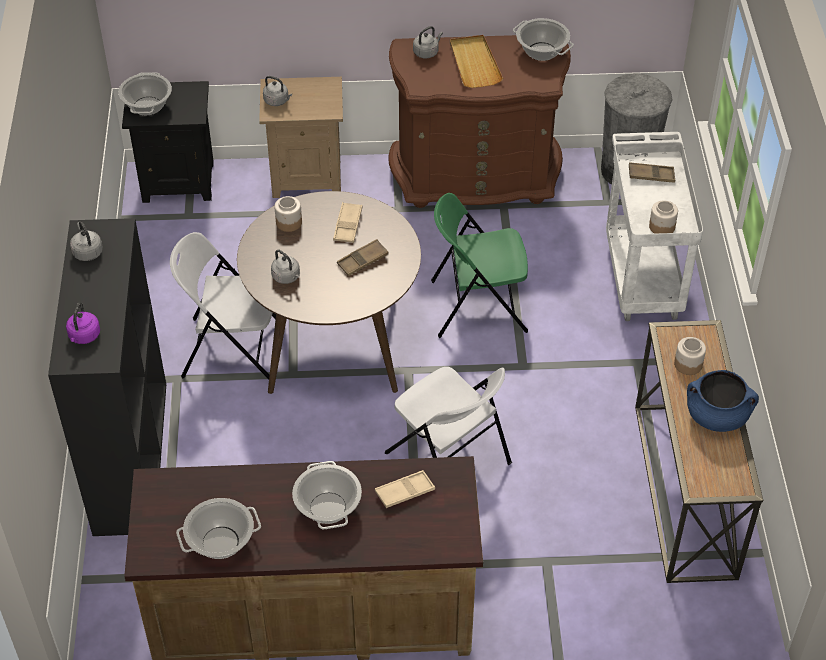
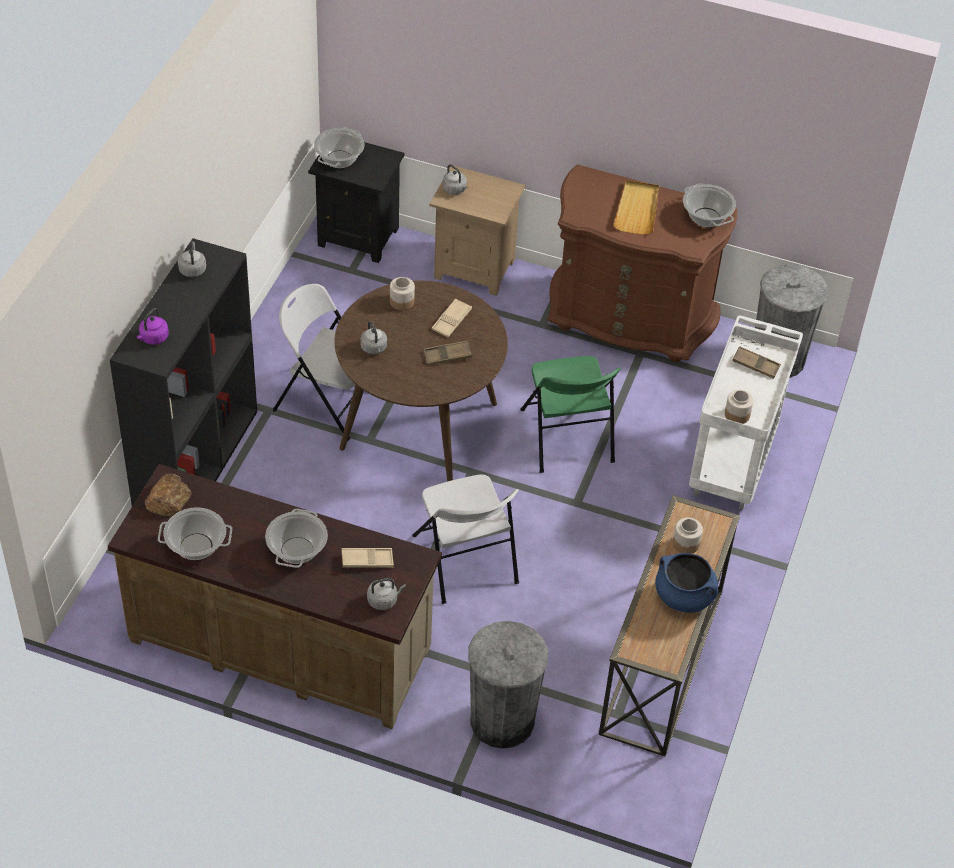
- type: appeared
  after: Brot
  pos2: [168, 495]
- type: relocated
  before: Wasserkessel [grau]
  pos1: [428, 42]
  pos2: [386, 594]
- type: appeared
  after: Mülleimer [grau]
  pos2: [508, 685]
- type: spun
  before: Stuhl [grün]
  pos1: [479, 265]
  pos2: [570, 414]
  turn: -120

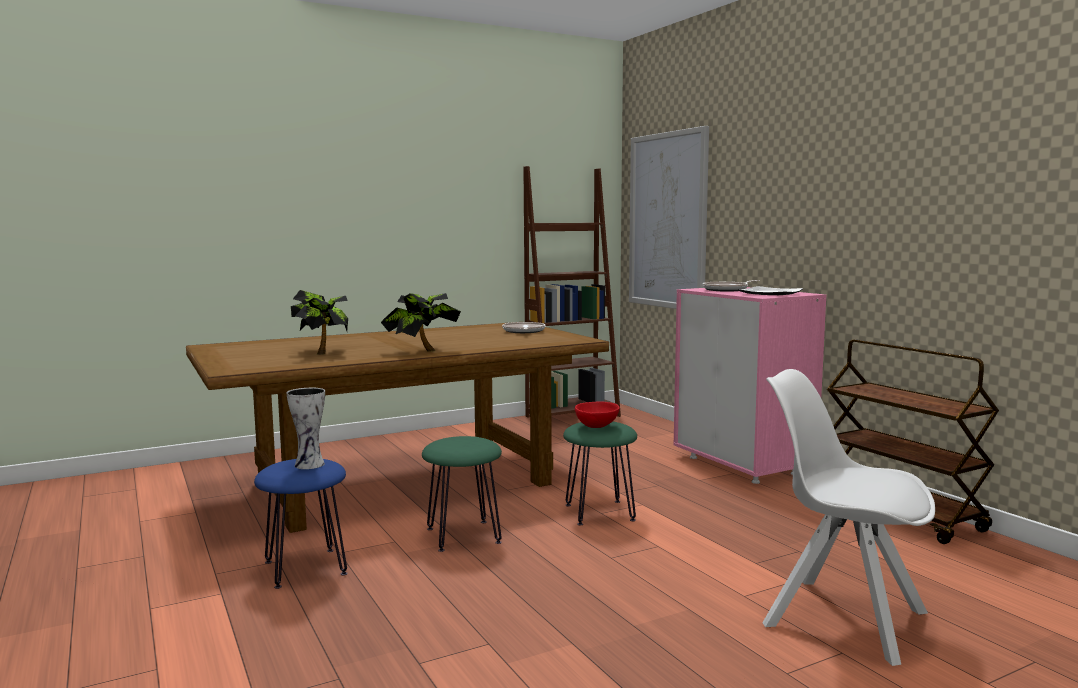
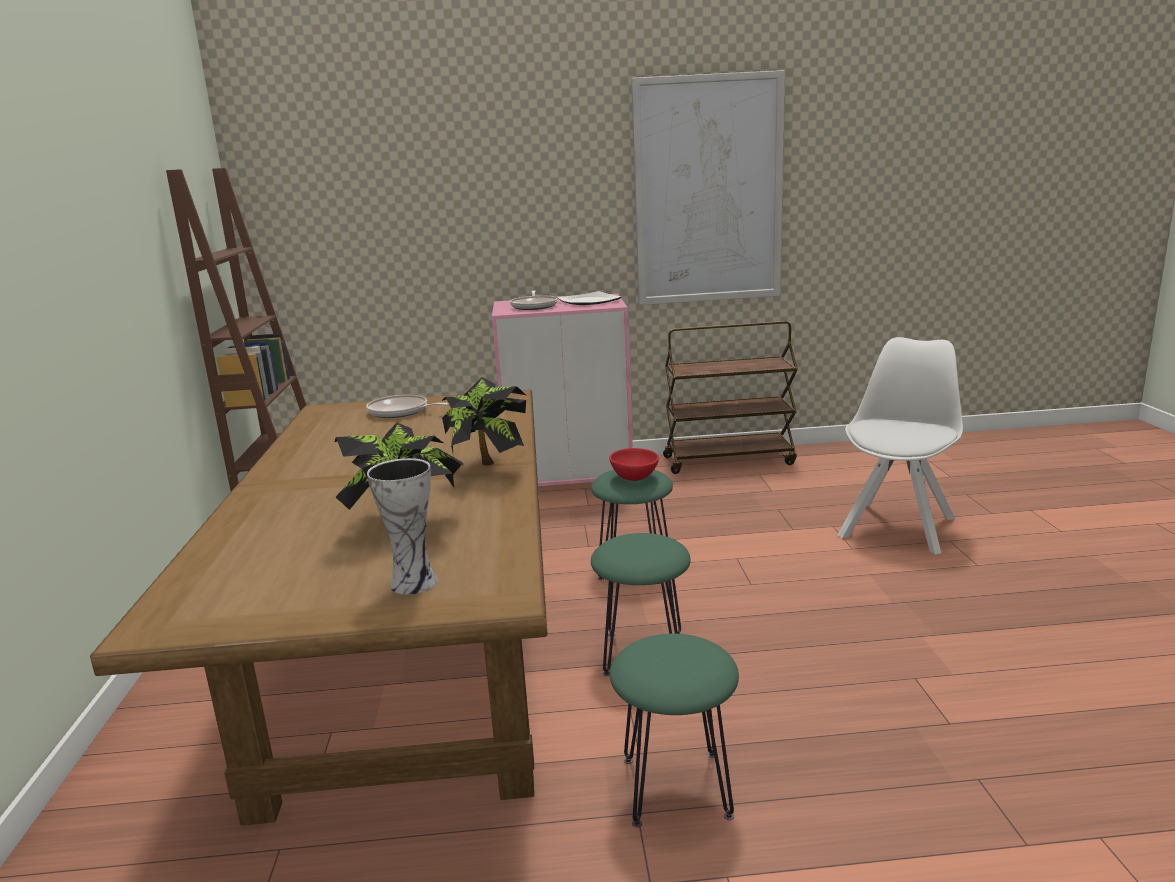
- type: relocated
  before: Vase
  pos1: [306, 428]
  pos2: [402, 526]
- type: colour
  before: Hocker [blau]
  after: Hocker [grün]
  pos1: [300, 524]
  pos2: [674, 730]
- type: relocated
  before: Bild
  pos1: [669, 217]
  pos2: [708, 187]
- type: spun
  before: Stuhl [weiß]
  pos1: [848, 517]
  pos2: [900, 446]
  turn: 150

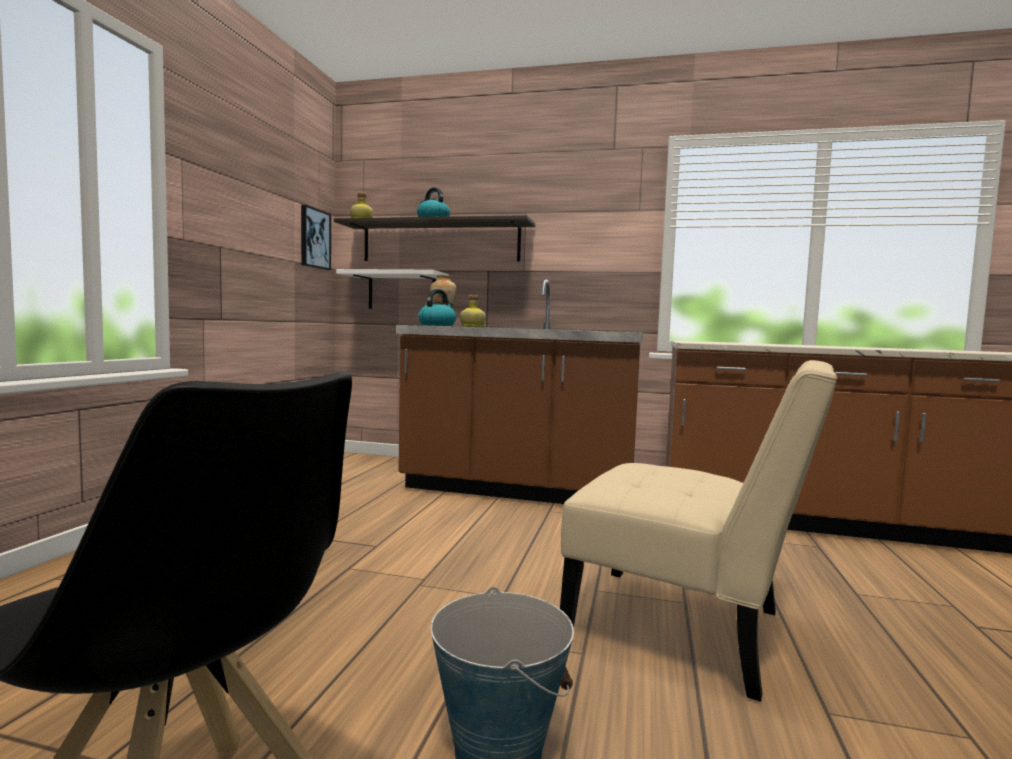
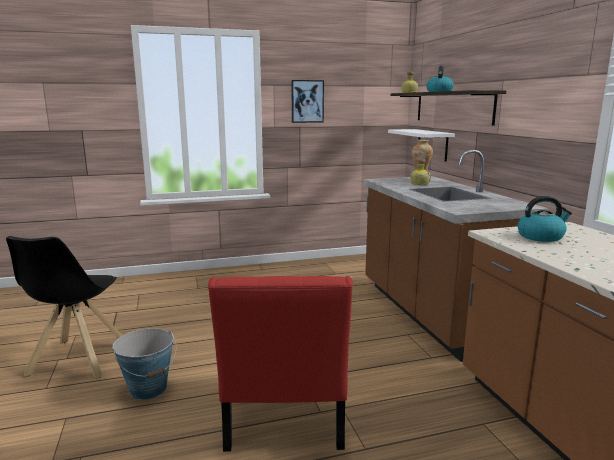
- type: colour
  before: Stuhl [beige]
  after: Stuhl [rot]
  pos1: [699, 531]
  pos2: [280, 364]
- type: relocated
  before: Bild
  pos1: [316, 237]
  pos2: [307, 101]
- type: relocated
  before: Wasserkessel
  pos1: [437, 307]
  pos2: [545, 219]

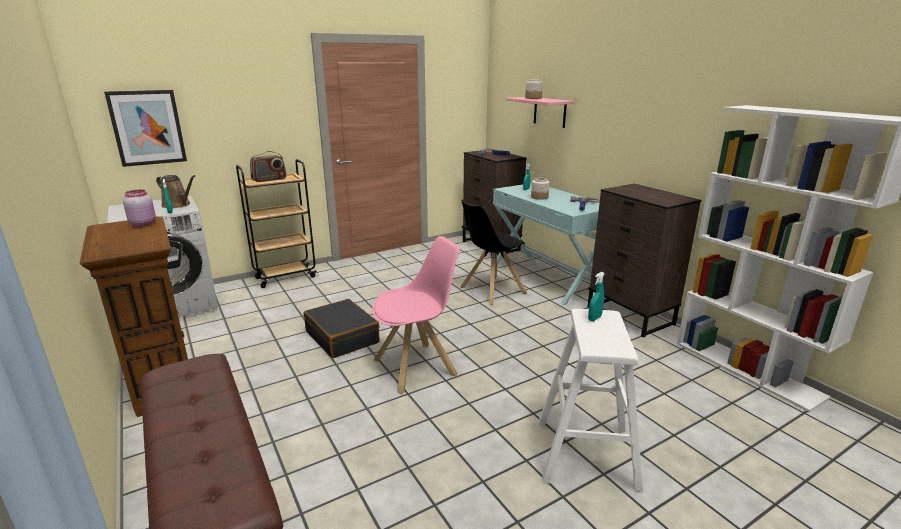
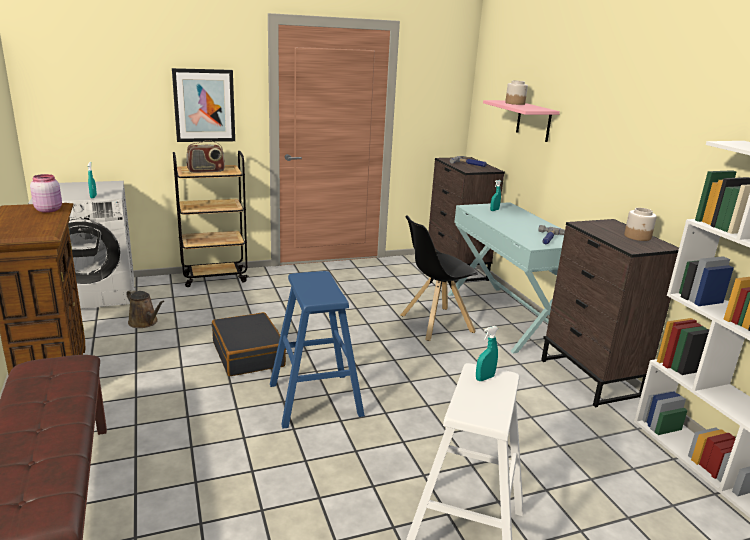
- type: relocated
  before: Gießkanne [braun]
  pos1: [175, 191]
  pos2: [145, 308]
- type: relocated
  before: Bild
  pos1: [145, 128]
  pos2: [203, 105]
- type: exchanged
  before: Stuhl [rosa]
  after: Hocker [blau]
  pos1: [416, 315]
  pos2: [317, 350]
- type: relocated
  before: Vorratsglas
  pos1: [540, 189]
  pos2: [640, 224]

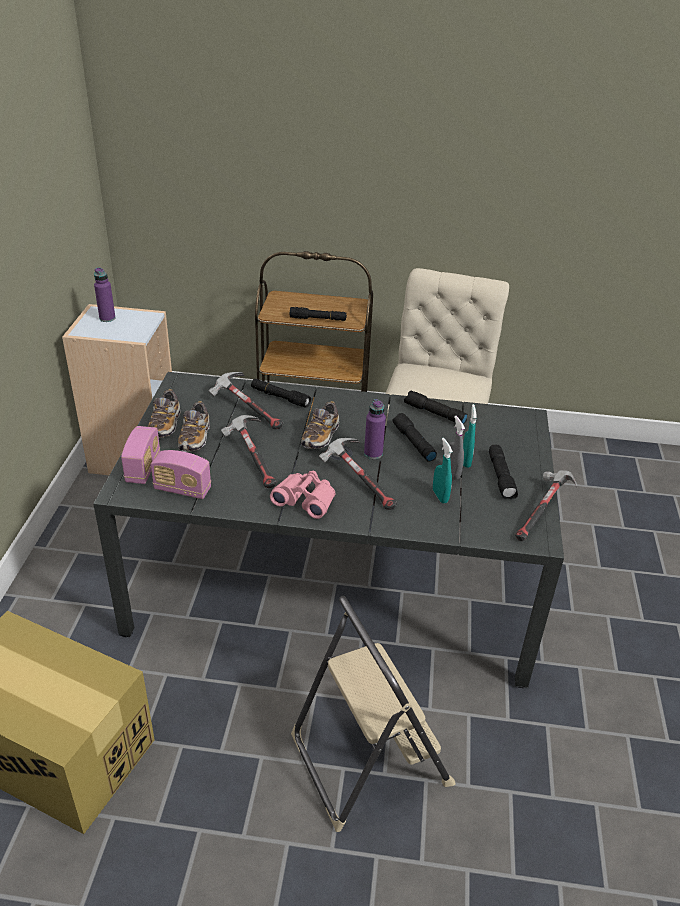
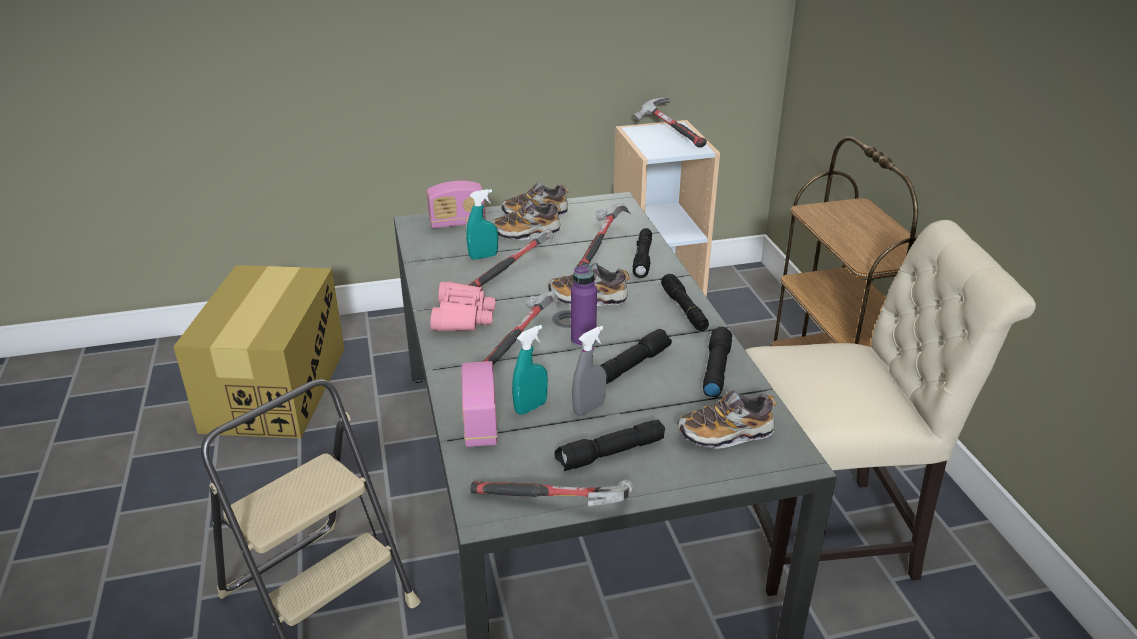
- type: relocated
  before: Radio
  pos1: [181, 474]
  pos2: [480, 404]
- type: relocated
  before: Sprühflasche [türkis]
  pos1: [470, 436]
  pos2: [482, 224]
- type: exchanged
  before: Flasche [lila]
  after: Hammer
  pos1: [105, 294]
  pos2: [670, 122]
- type: relocated
  before: Taschenlampe [schwarz]
  pos1: [318, 314]
  pos2: [685, 302]
- type: appeared
  after: Schuh
  pos2: [727, 419]

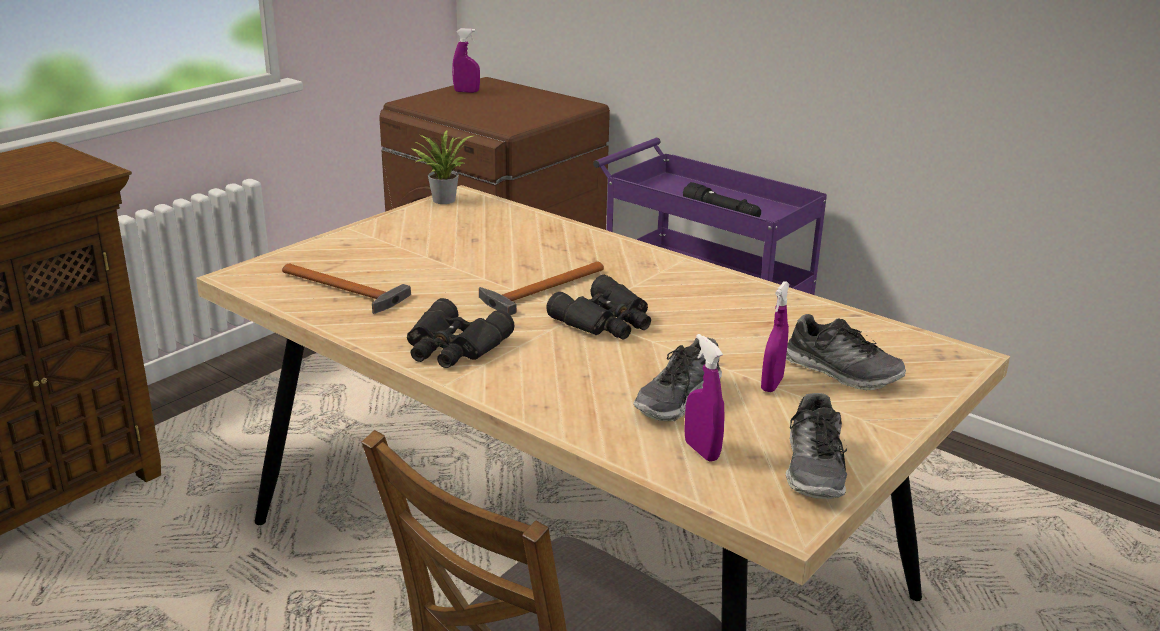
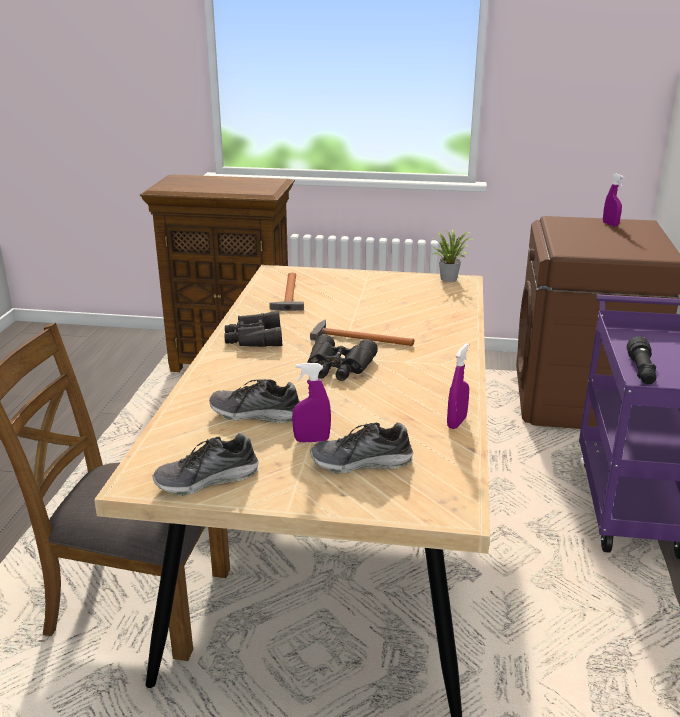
- type: spun
  before: Schuh
  pos1: [846, 352]
  pos2: [361, 447]
  turn: 75
- type: relocated
  before: Sprühflasche [lila]
  pos1: [704, 398]
  pos2: [458, 386]

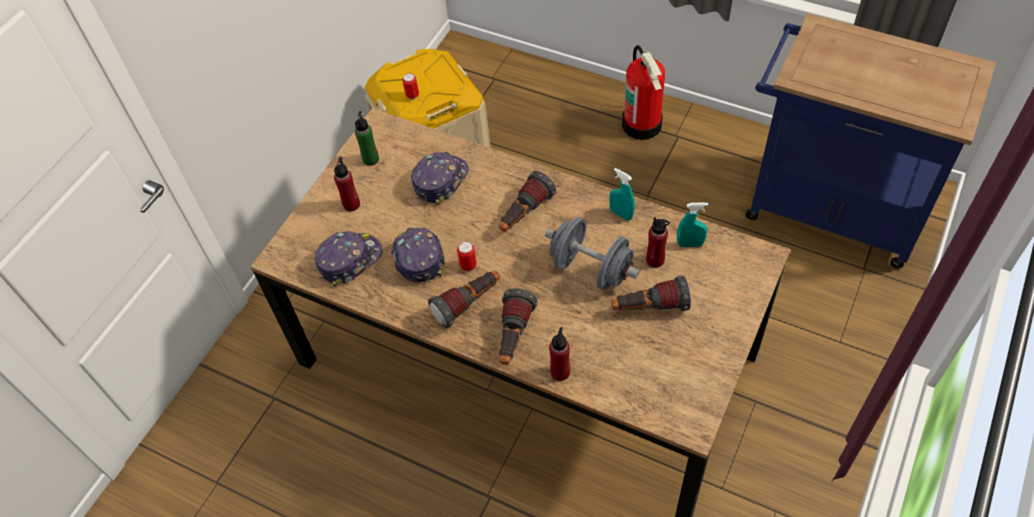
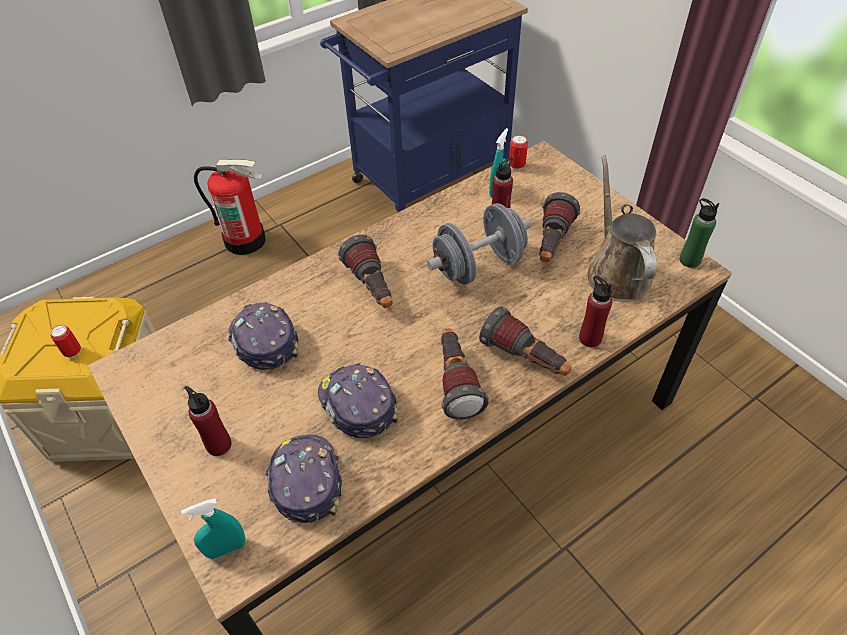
- type: relocated
  before: Sprühflasche [türkis]
  pos1: [622, 194]
  pos2: [213, 528]
- type: spun
  before: Kappe
  pos1: [418, 255]
  pos2: [358, 400]
  turn: 45
- type: relocated
  before: Dose
  pos1: [467, 256]
  pos2: [518, 152]
- type: appeared
  after: Gießkanne [braun]
  pos2: [622, 228]
- type: relocated
  before: Flasche [grün]
  pos1: [367, 138]
  pos2: [699, 233]

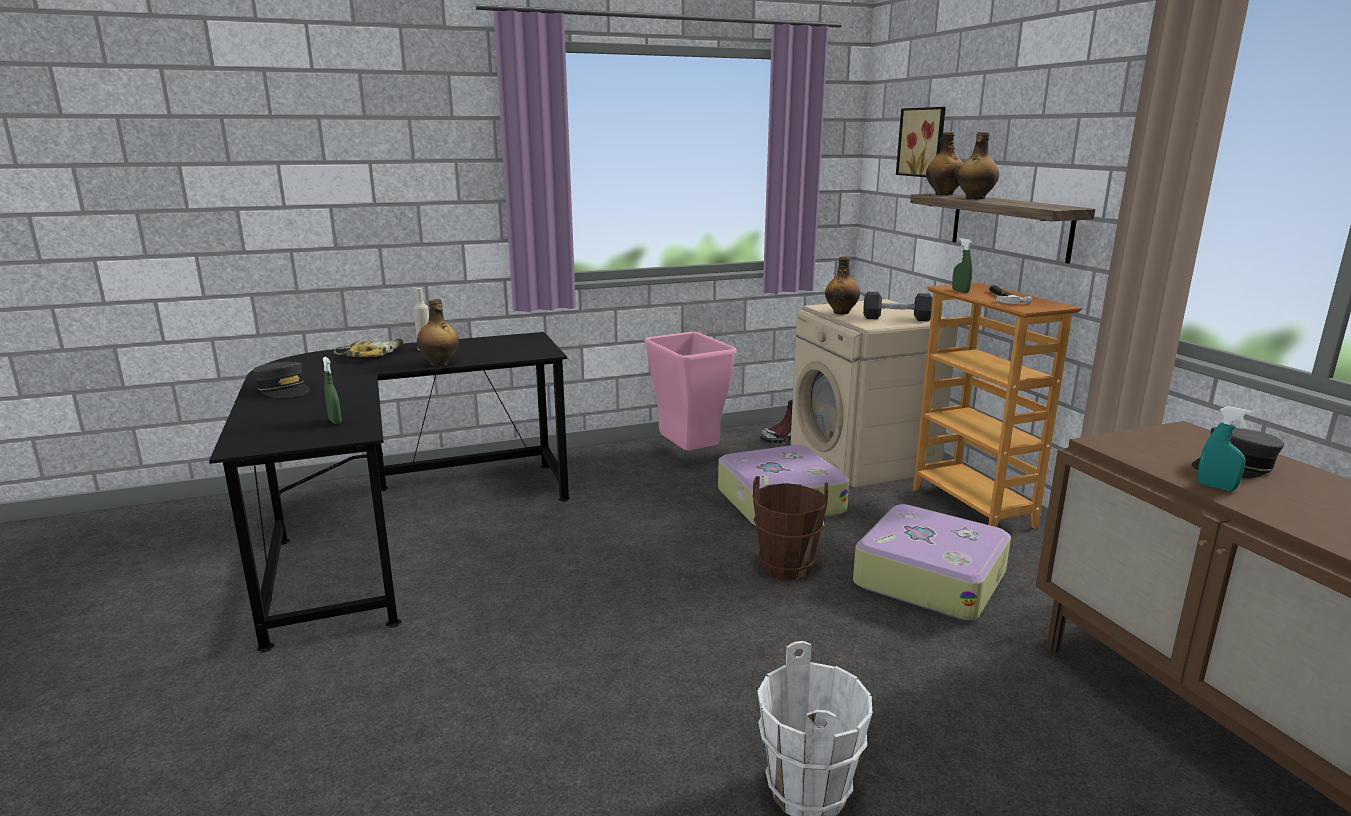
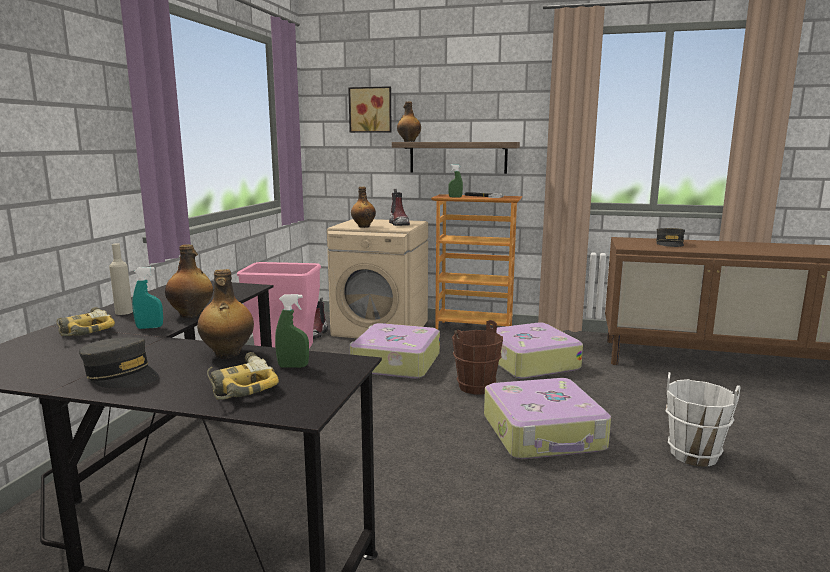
- type: spun
  before: Kappe [grau]
  pos1: [281, 380]
  pos2: [119, 362]
  turn: 45
- type: relocated
  before: Sprühflasche [türkis]
  pos1: [1225, 448]
  pos2: [147, 298]
- type: relocated
  before: Flasche
  pos1: [978, 165]
  pos2: [225, 313]
- type: appeared
  after: Bohrmaschine
  pos2: [243, 376]
- type: exchanged
  before: Hantel [schwarz]
  after: Stiefel
  pos1: [898, 306]
  pos2: [399, 207]
- type: appeared
  after: Koffer
  pos2: [547, 418]

